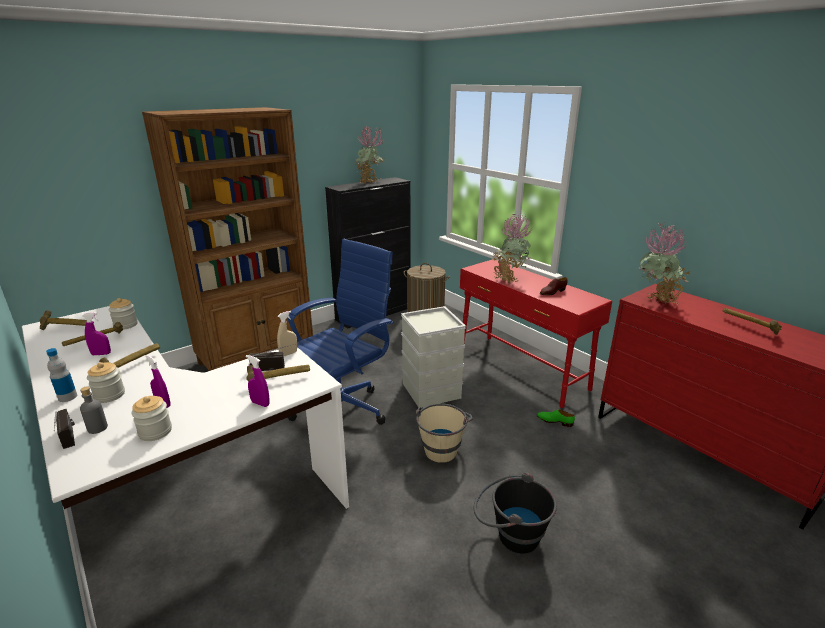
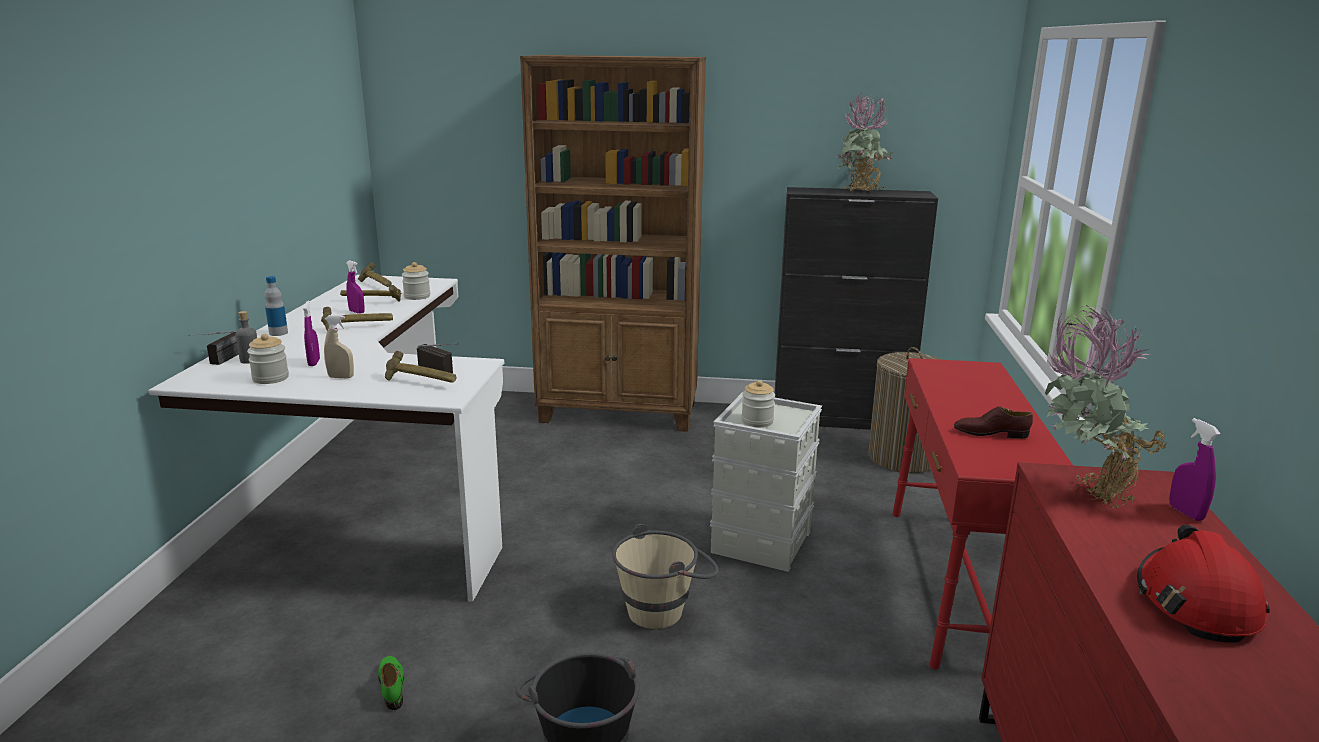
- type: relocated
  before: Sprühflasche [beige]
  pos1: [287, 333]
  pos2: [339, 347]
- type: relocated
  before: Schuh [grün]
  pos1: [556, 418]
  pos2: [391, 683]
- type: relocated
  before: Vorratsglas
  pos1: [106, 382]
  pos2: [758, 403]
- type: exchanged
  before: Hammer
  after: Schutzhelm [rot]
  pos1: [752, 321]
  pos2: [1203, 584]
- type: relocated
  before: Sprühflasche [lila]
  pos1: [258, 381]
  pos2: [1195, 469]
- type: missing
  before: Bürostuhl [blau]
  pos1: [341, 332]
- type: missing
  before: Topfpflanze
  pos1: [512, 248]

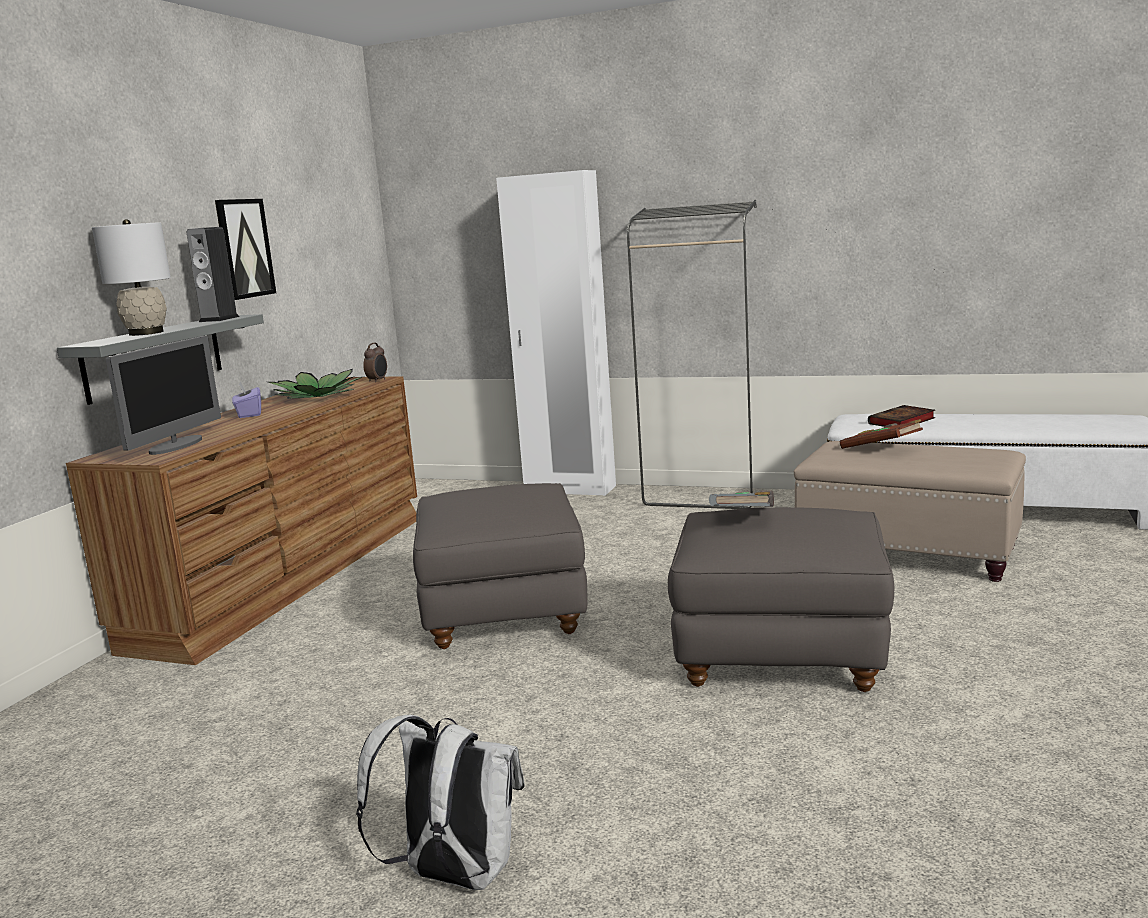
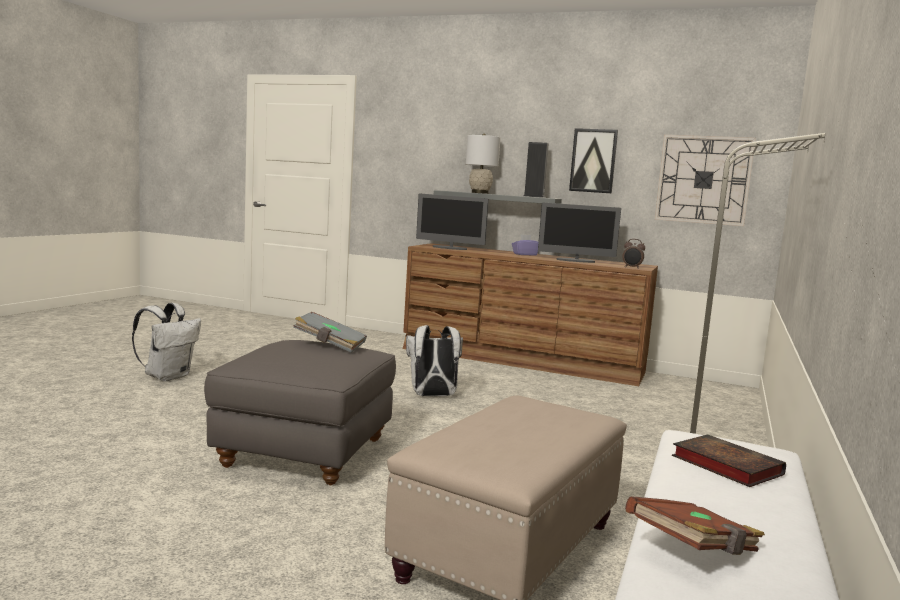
- type: exchanged
  before: Polsterhocker [grau]
  after: Rucksack [weiß]
  pos1: [500, 566]
  pos2: [434, 360]
- type: exchanged
  before: Topfpflanze
  after: Monitor
  pos1: [316, 384]
  pos2: [579, 233]
- type: relocated
  before: Buch [braun]
  pos1: [881, 434]
  pos2: [695, 525]
- type: appeared
  after: Wanduhr
  pos2: [705, 180]
- type: missing
  before: Kleiderschrank [weiß]
  pos1: [556, 333]

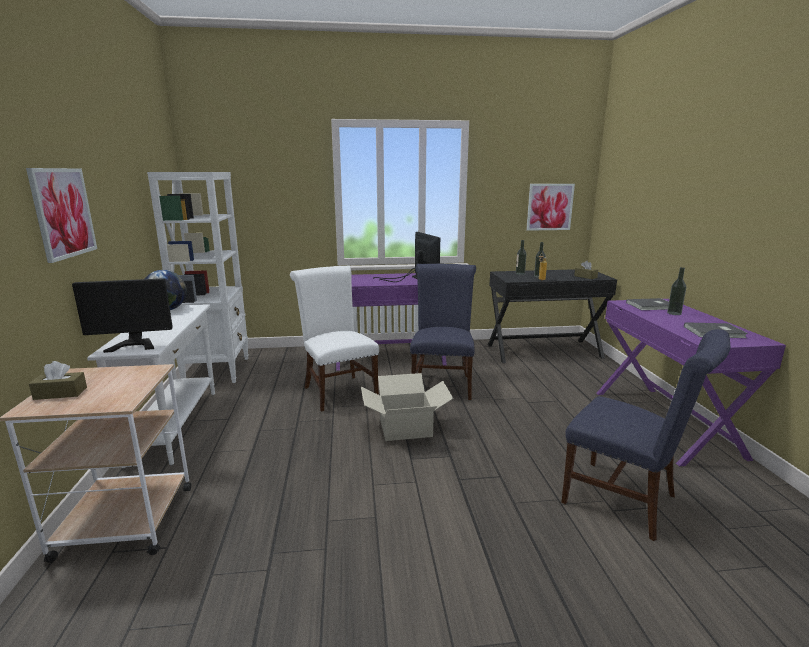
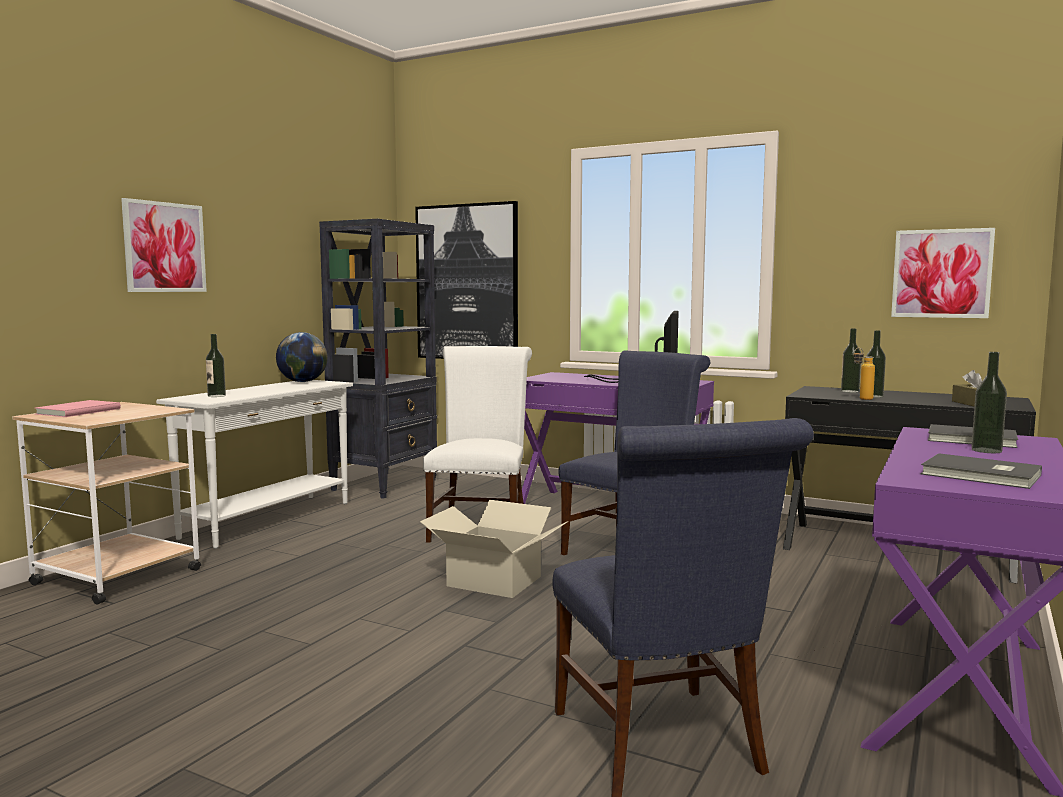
- type: exchanged
  before: Taschentuchbox [braun]
  after: Buch [rosa]
  pos1: [58, 380]
  pos2: [78, 408]
- type: exchanged
  before: Monitor
  after: Flasche
  pos1: [122, 316]
  pos2: [216, 365]
- type: colour
  before: Bücherregal [weiß]
  after: Bücherregal [schwarz]
  pos1: [198, 277]
  pos2: [378, 359]
- type: appeared
  after: Bild
  pos2: [466, 280]

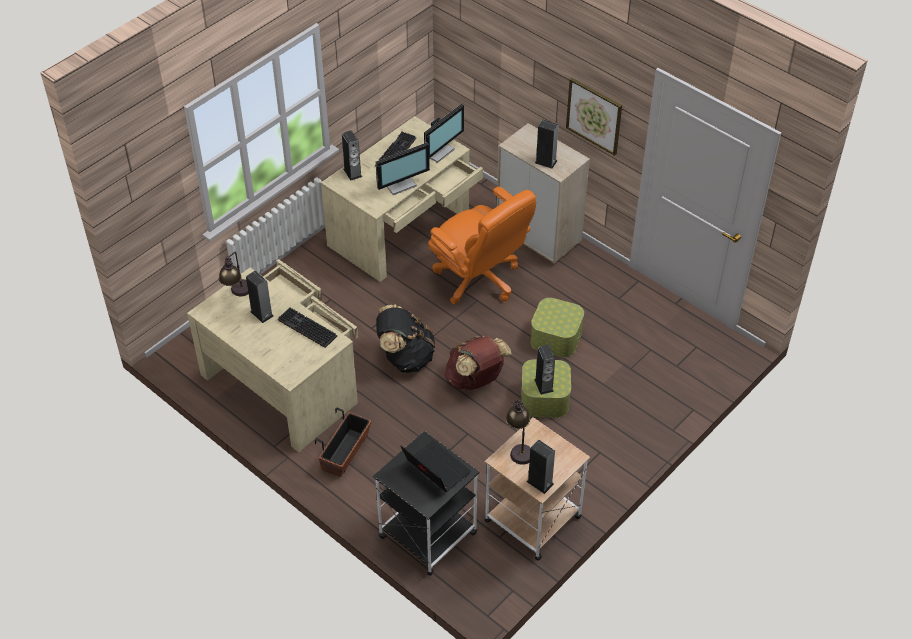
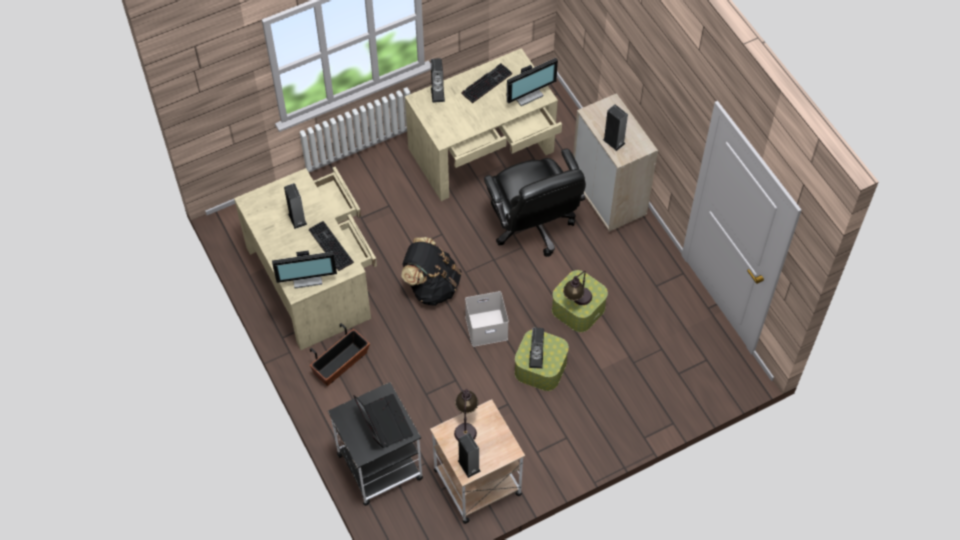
- type: relocated
  before: Monitor
  pos1: [403, 168]
  pos2: [304, 269]
- type: exchanged
  before: Rucksack [braun]
  after: Aufbewahrungsbox [weiß]
  pos1: [478, 363]
  pos2: [487, 319]
- type: colour
  before: Bürostuhl [orange]
  after: Bürostuhl [schwarz]
  pos1: [482, 246]
  pos2: [535, 202]
- type: relocated
  before: Tischlampe
  pos1: [234, 274]
  pos2: [577, 288]
- type: missing
  before: Bild
  pos1: [594, 117]

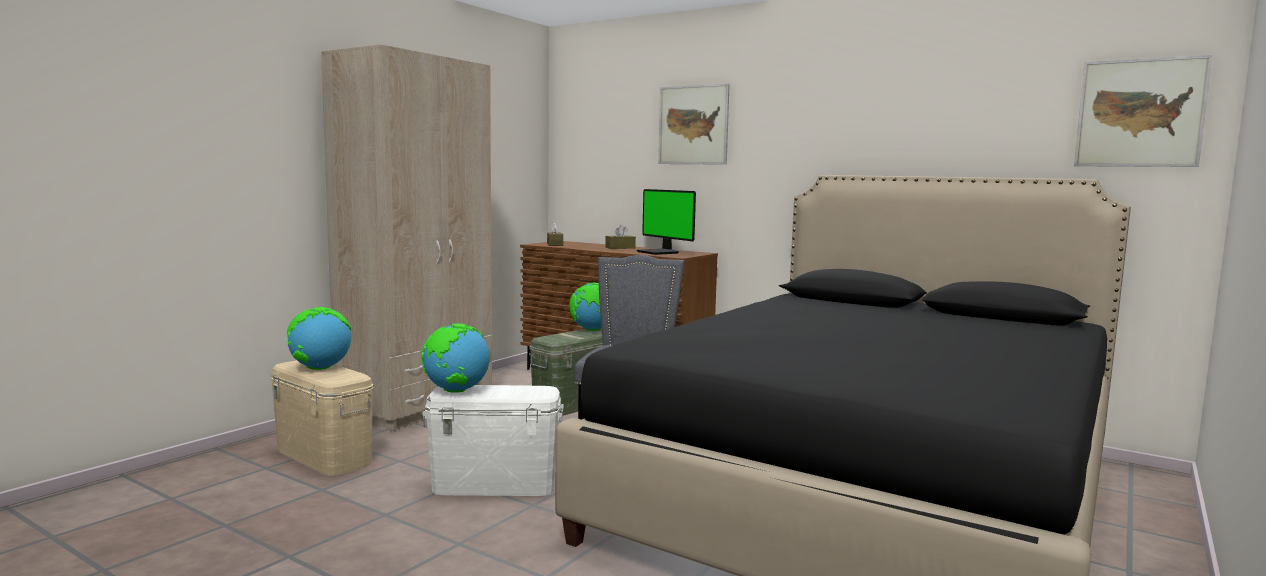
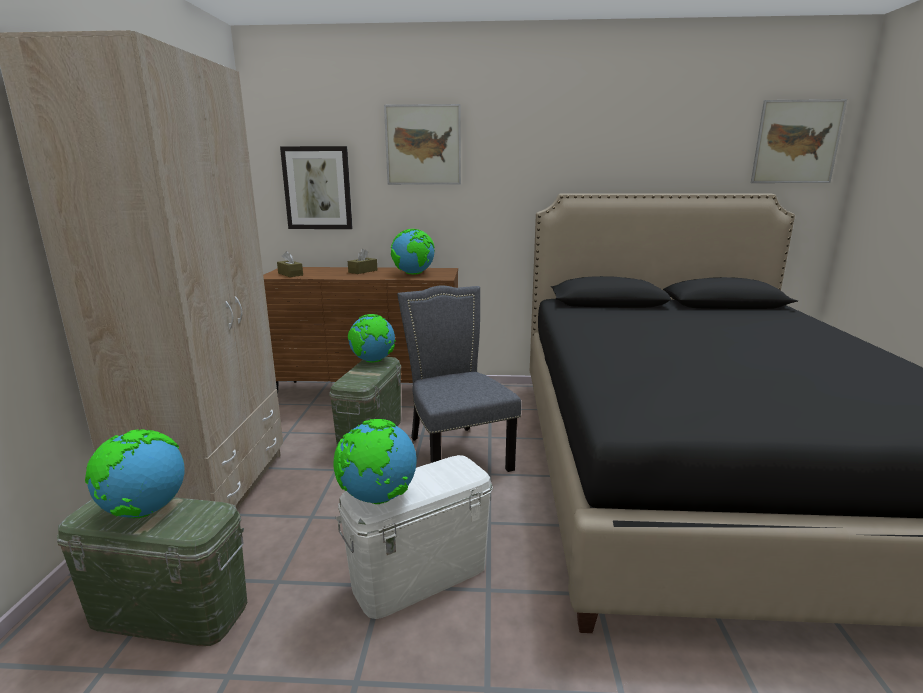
- type: colour
  before: Aufbewahrungsbox [beige]
  after: Aufbewahrungsbox [grün]
  pos1: [322, 418]
  pos2: [152, 571]
- type: appeared
  after: Bild
  pos2: [316, 187]
- type: exchanged
  before: Monitor
  after: Globus
  pos1: [666, 222]
  pos2: [413, 252]

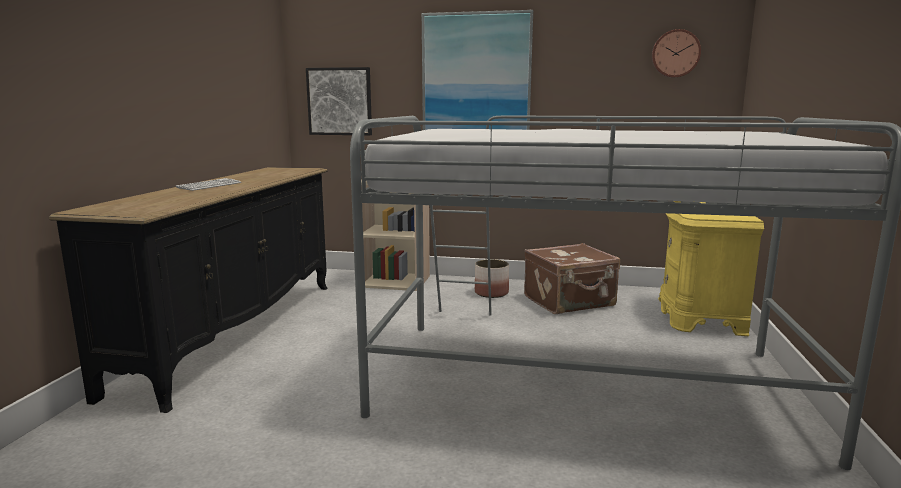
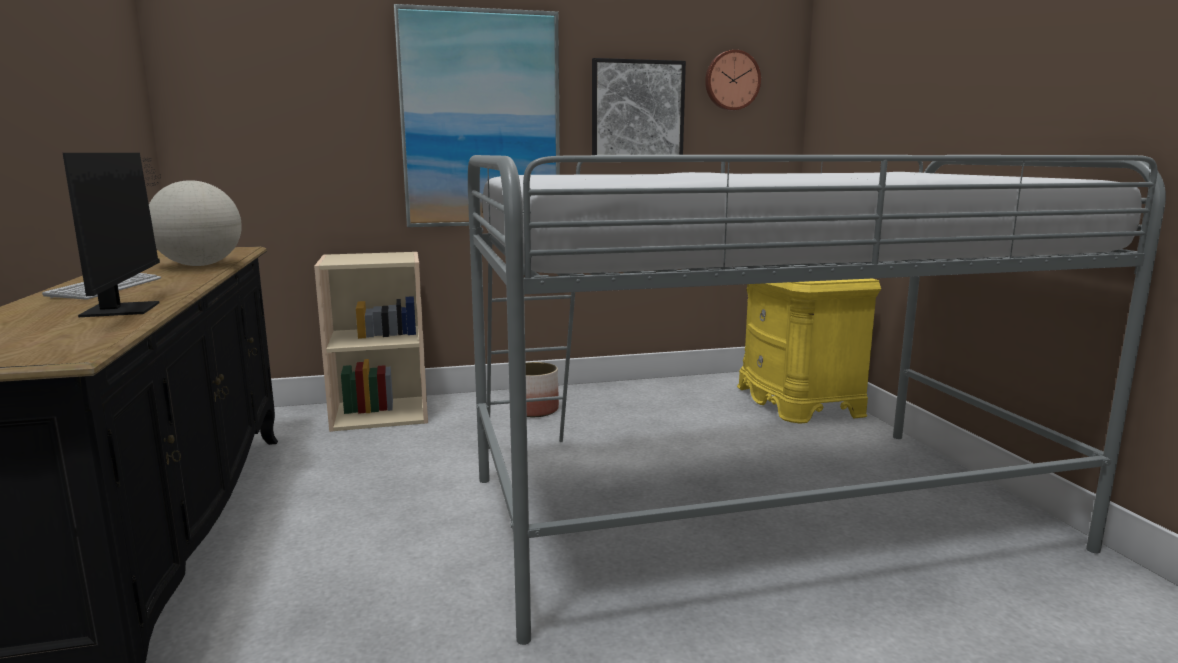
- type: appeared
  after: Monitor
  pos2: [112, 235]
- type: appeared
  after: Globus
  pos2: [195, 223]
- type: relocated
  before: Bild
  pos1: [339, 101]
  pos2: [639, 106]
- type: missing
  before: Koffer [braun]
  pos1: [572, 278]

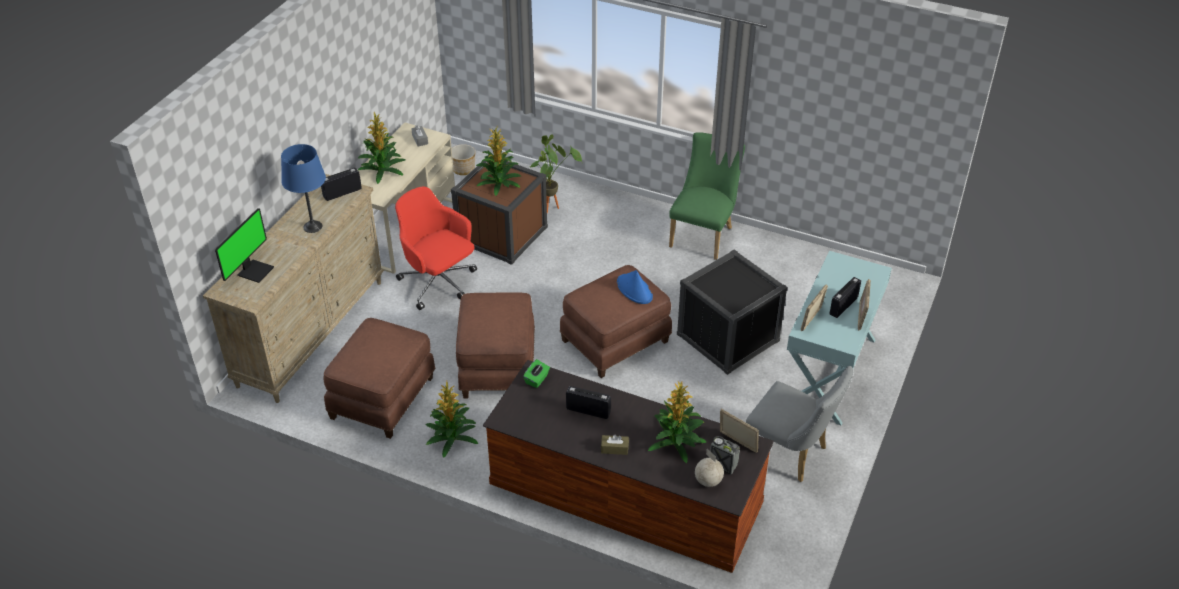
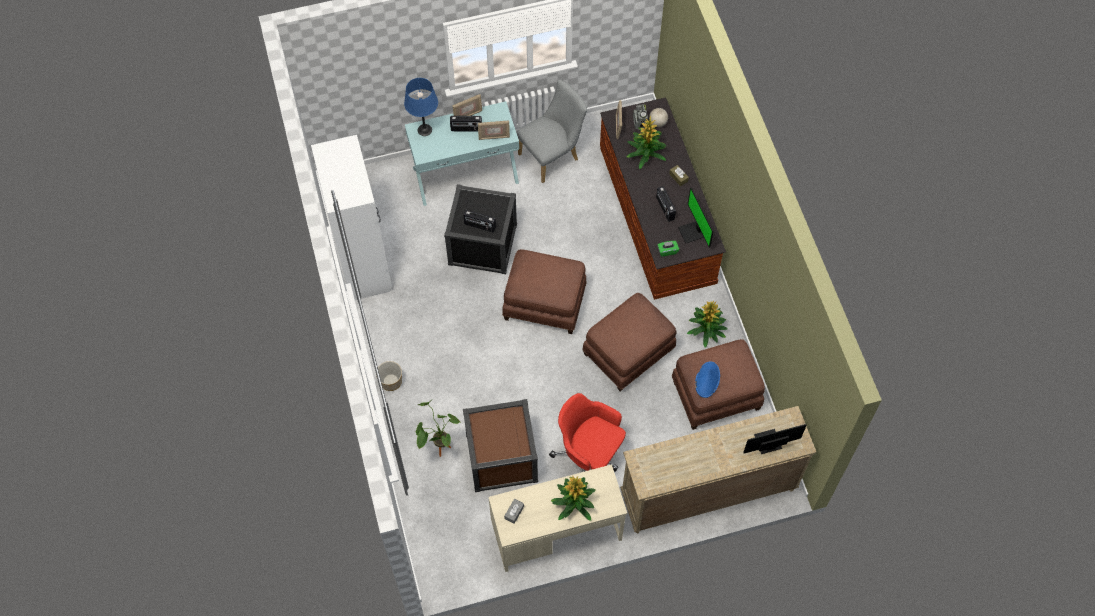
- type: appeared
  after: Kleiderschrank [weiß]
  pos2: [351, 217]
- type: relocated
  before: Pflanzkübel
  pos1: [463, 159]
  pos2: [389, 376]
- type: relocated
  before: Tischlampe [blau]
  pos1: [303, 188]
  pos2: [421, 107]
- type: relocated
  before: Radio
  pos1: [341, 184]
  pos2: [479, 221]
- type: spun
  before: Stuhl [grau]
  pos1: [799, 424]
  pos2: [551, 131]
  turn: 60
- type: spun
  before: Bürostuhl [rot]
  pos1: [436, 248]
  pos2: [587, 432]
  turn: 120
- type: appeared
  after: Monitor
  pos2: [695, 218]
- type: relocated
  before: Hut [blau]
  pos1: [635, 287]
  pos2: [707, 379]
- type: missing
  before: Topfpflanze
  pos1: [498, 161]
- type: missing
  before: Stuhl [grün]
  pos1: [707, 196]

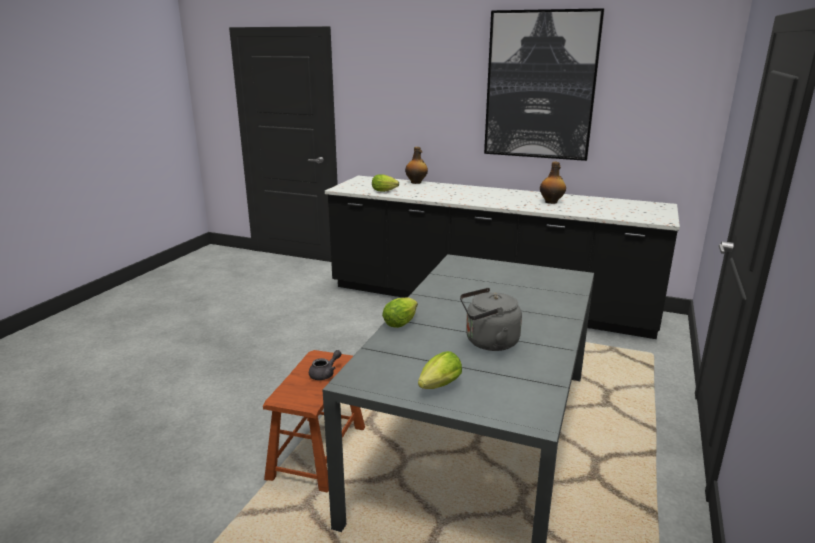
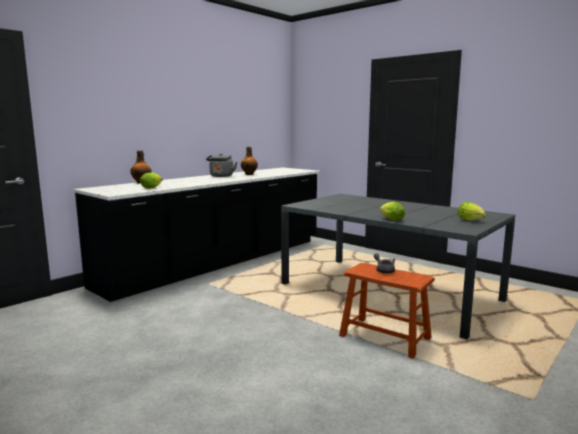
- type: relocated
  before: Wasserkessel [grau]
  pos1: [491, 319]
  pos2: [221, 165]
- type: missing
  before: Bild
  pos1: [544, 84]

